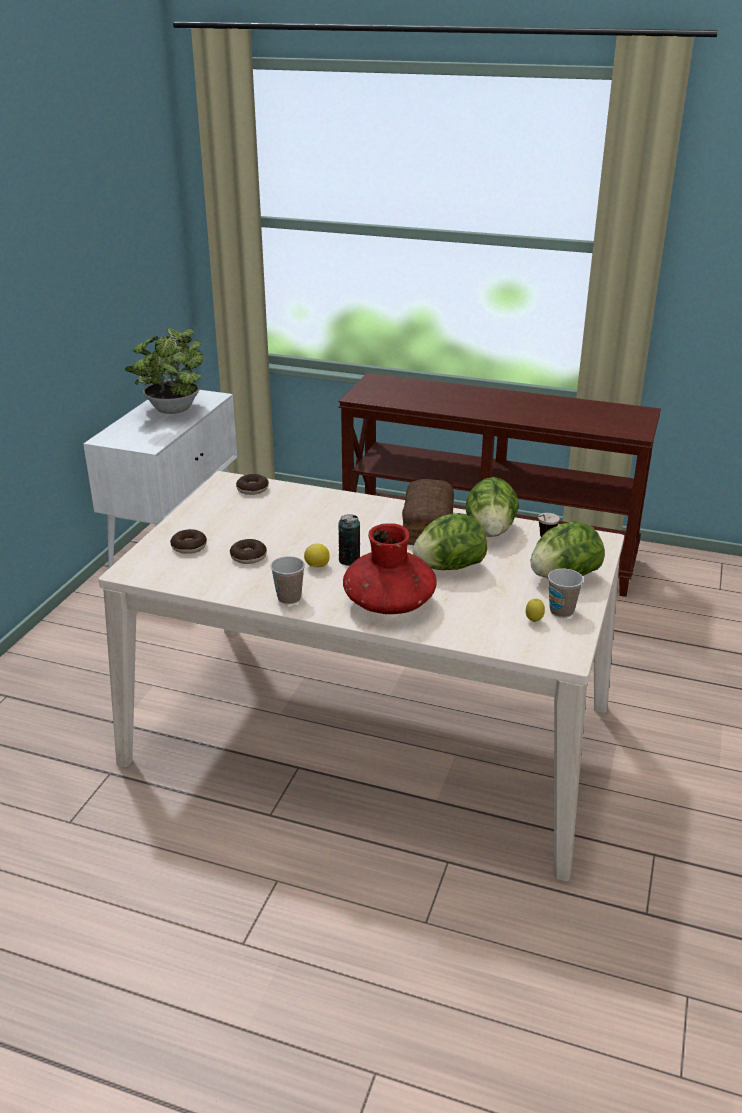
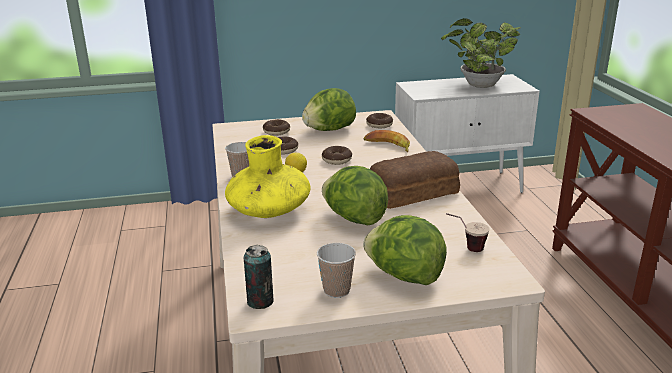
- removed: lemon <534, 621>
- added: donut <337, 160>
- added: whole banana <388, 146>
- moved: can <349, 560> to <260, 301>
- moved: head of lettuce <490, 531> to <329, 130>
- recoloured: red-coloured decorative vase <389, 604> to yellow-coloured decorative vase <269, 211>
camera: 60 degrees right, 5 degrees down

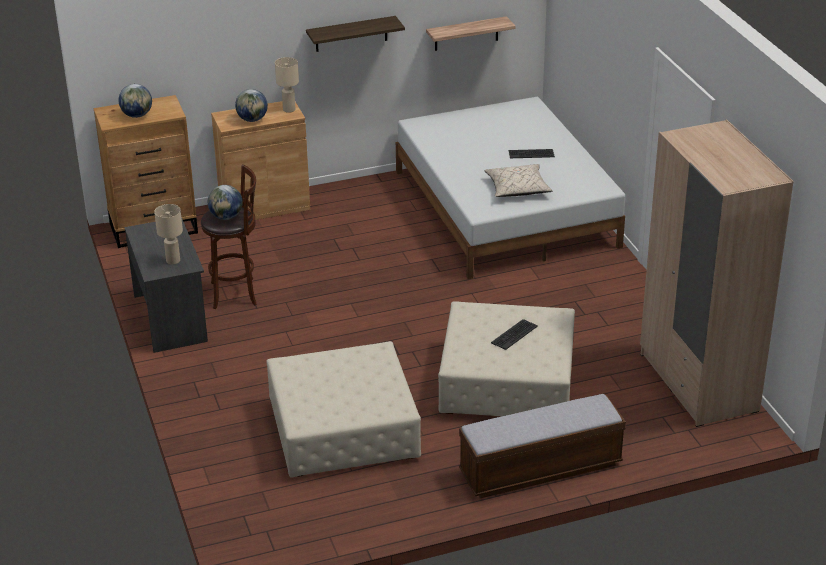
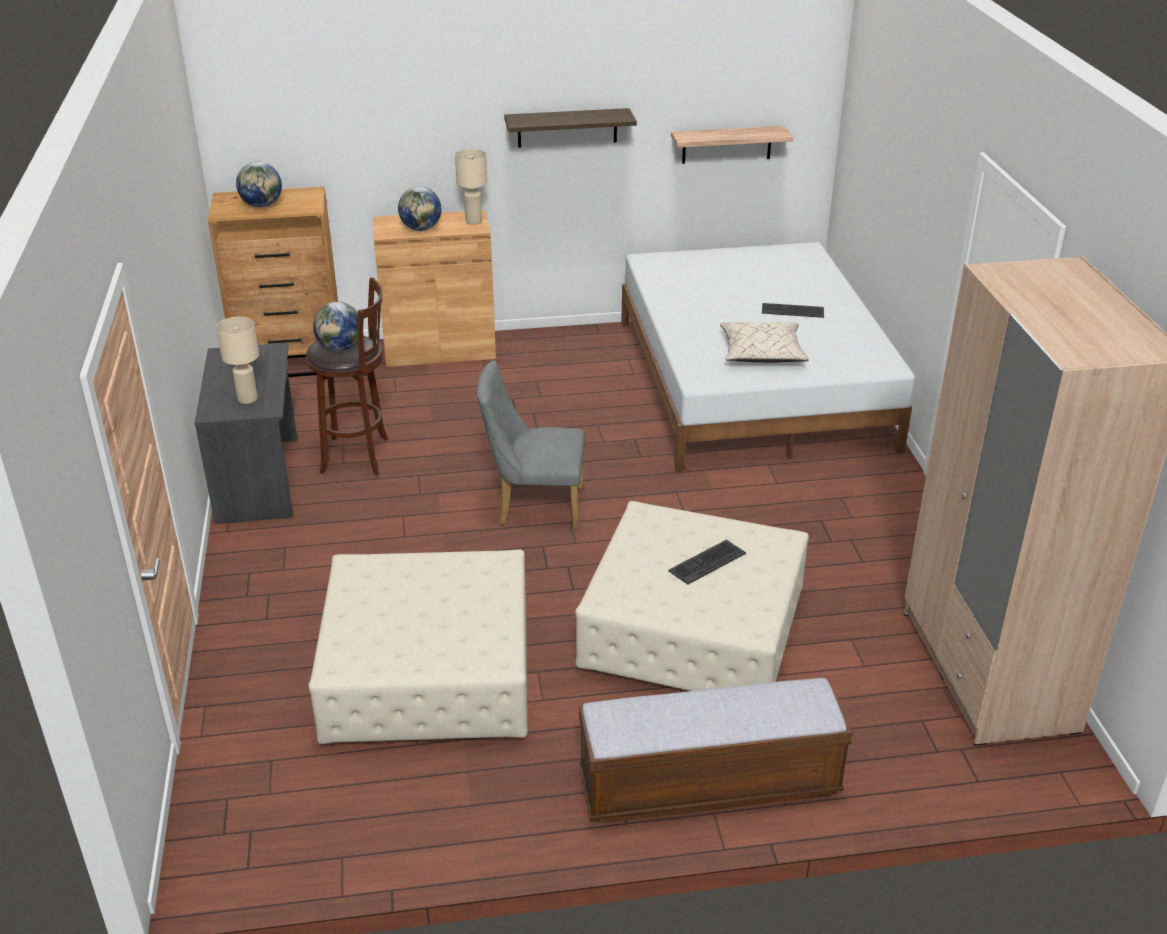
- added: grey chair <533, 506>
camera: 10 degrees right, 0 degrees up

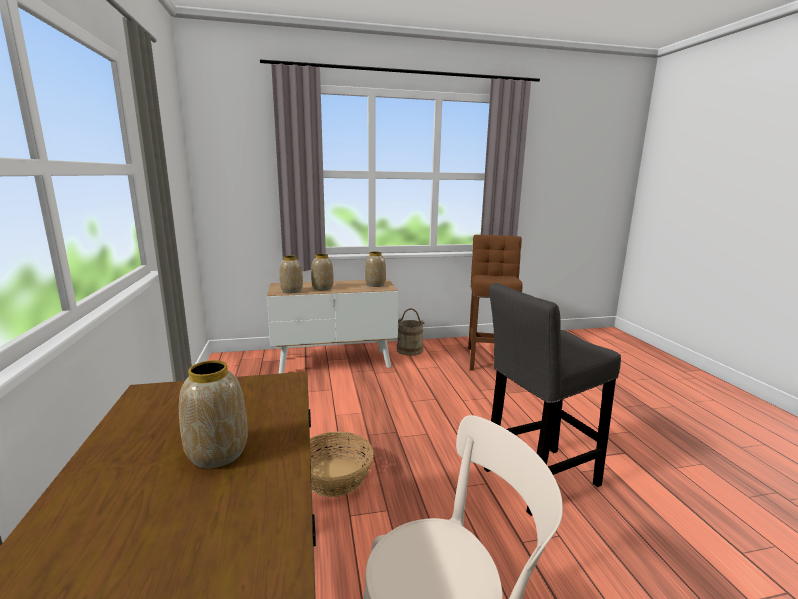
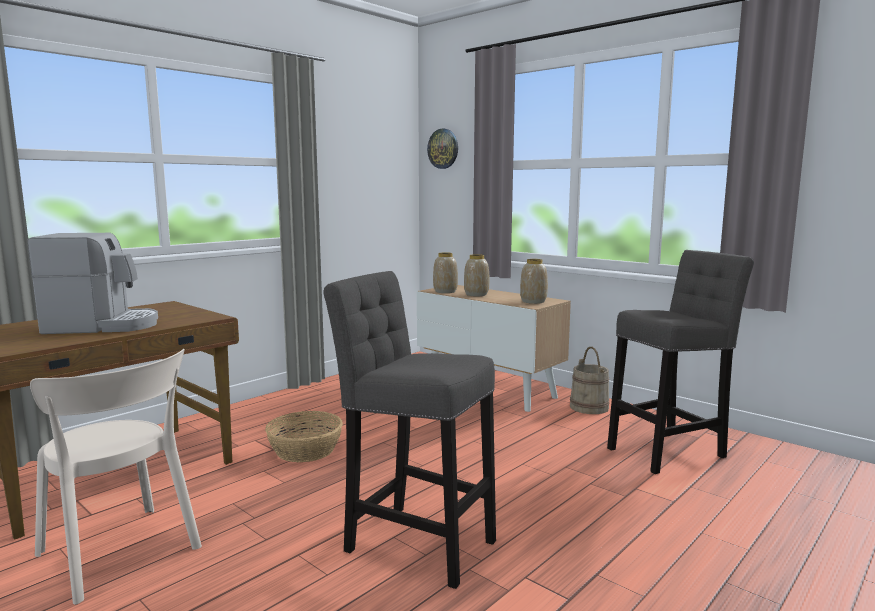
- added: hanging clock <443, 148>
- replaced: decorative vase <216, 454> to coffee maker <103, 326>
- recoloured: brown-coloured stool seat <489, 358> to grey stool seat <670, 451>
camera: 55 degrees right, 5 degrees down

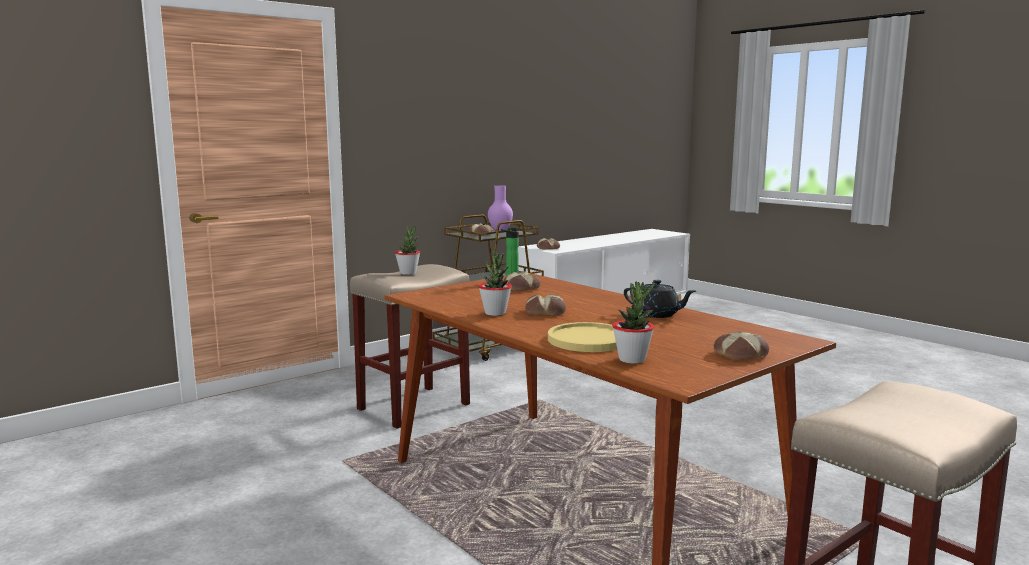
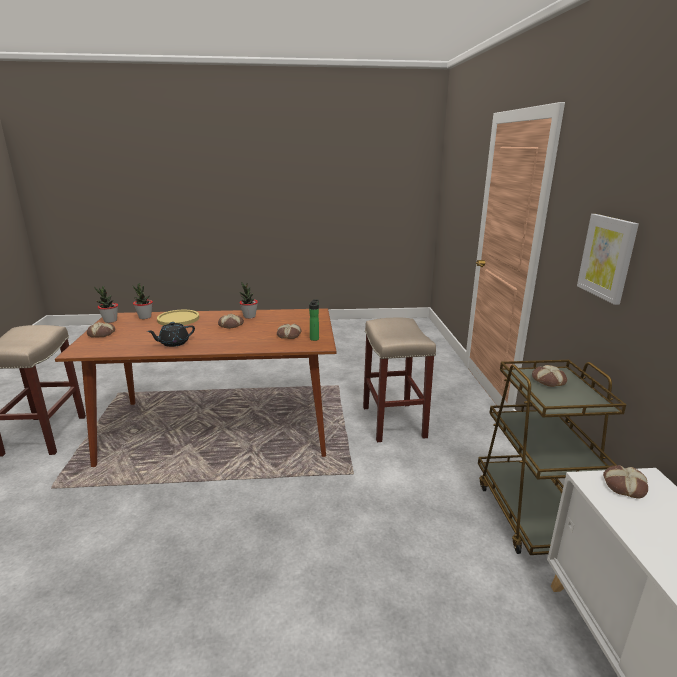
- removed: purple decorative vase <500, 230>
- added: picture <607, 257>
- moved: potted plant <408, 273> to <110, 321>
camera: 125 degrees right, 10 degrees up

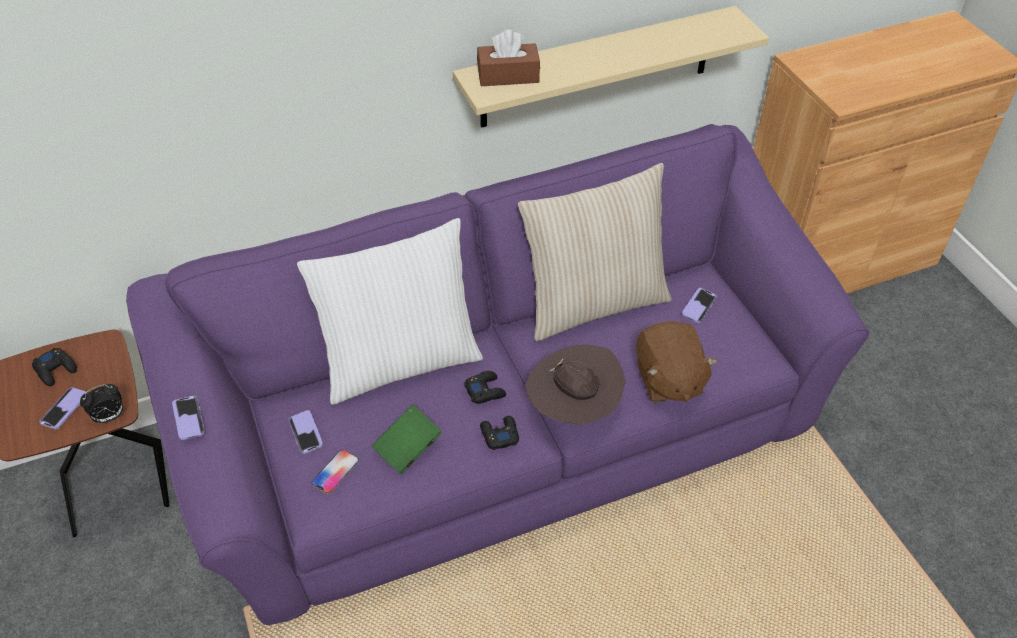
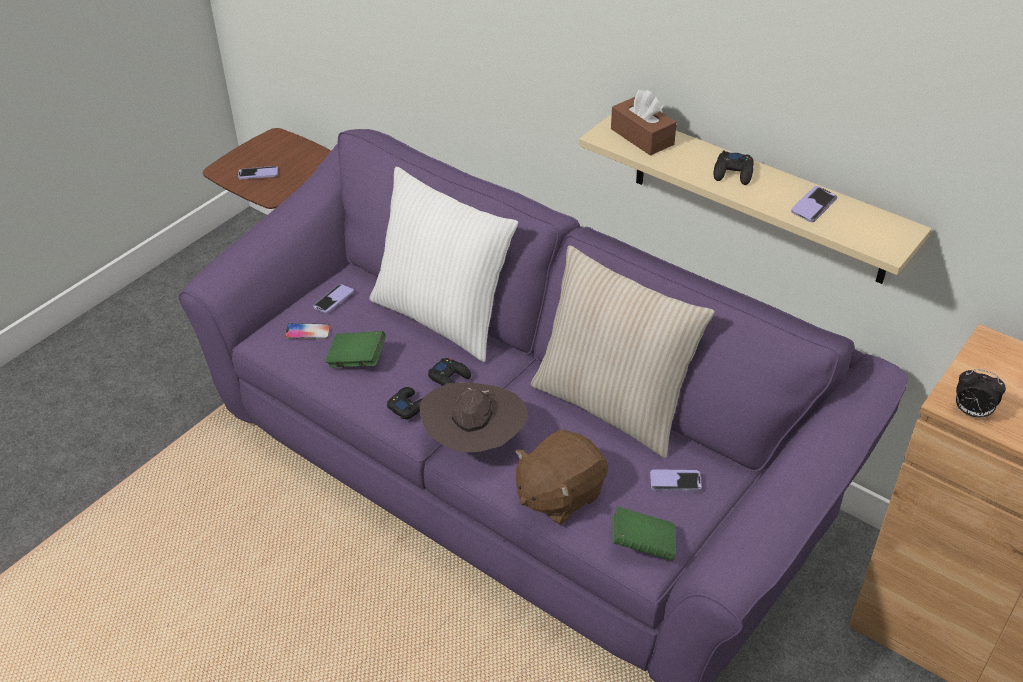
- added: green volume <642, 544>
- moved: black game controller <56, 369> to <733, 173>
- moved: alarm clock <109, 417> to <971, 412>
- moved: handset <188, 419> to <814, 205>
camera: 60 degrees right, 5 degrees down

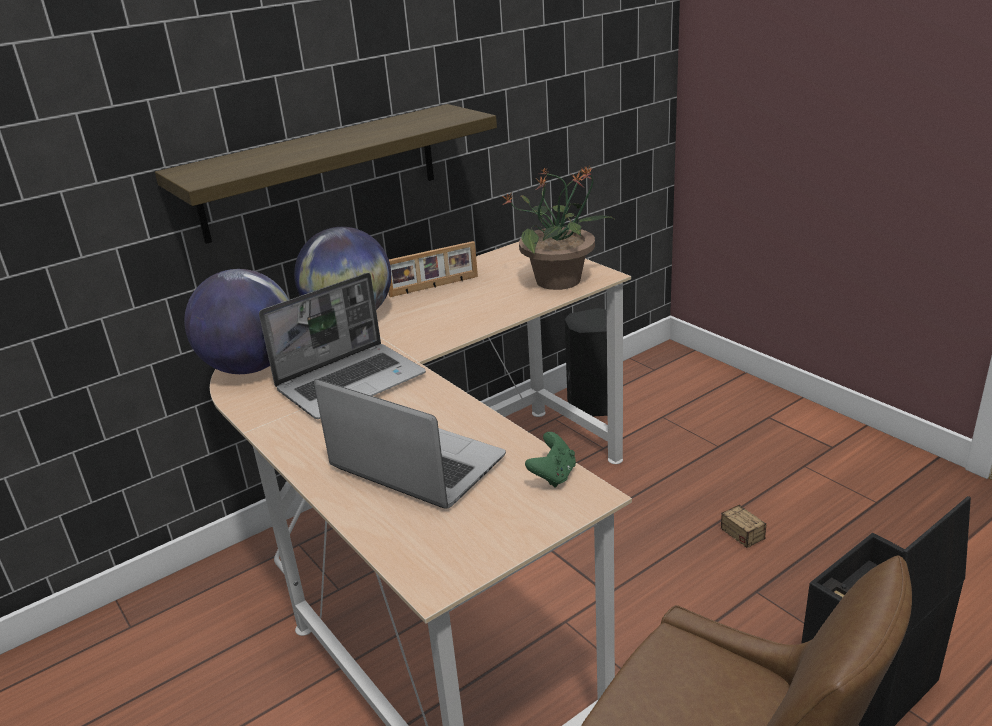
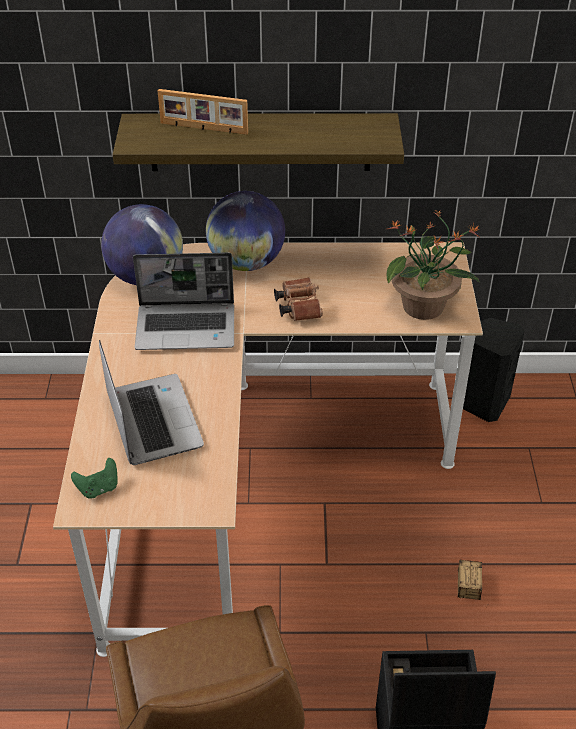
- added: brown-coloured binoculars <298, 306>
- moved: picture frame <434, 286> to <203, 128>
- moved: green game controller <553, 475> to <98, 488>
camera: 35 degrees right, 15 degrees up

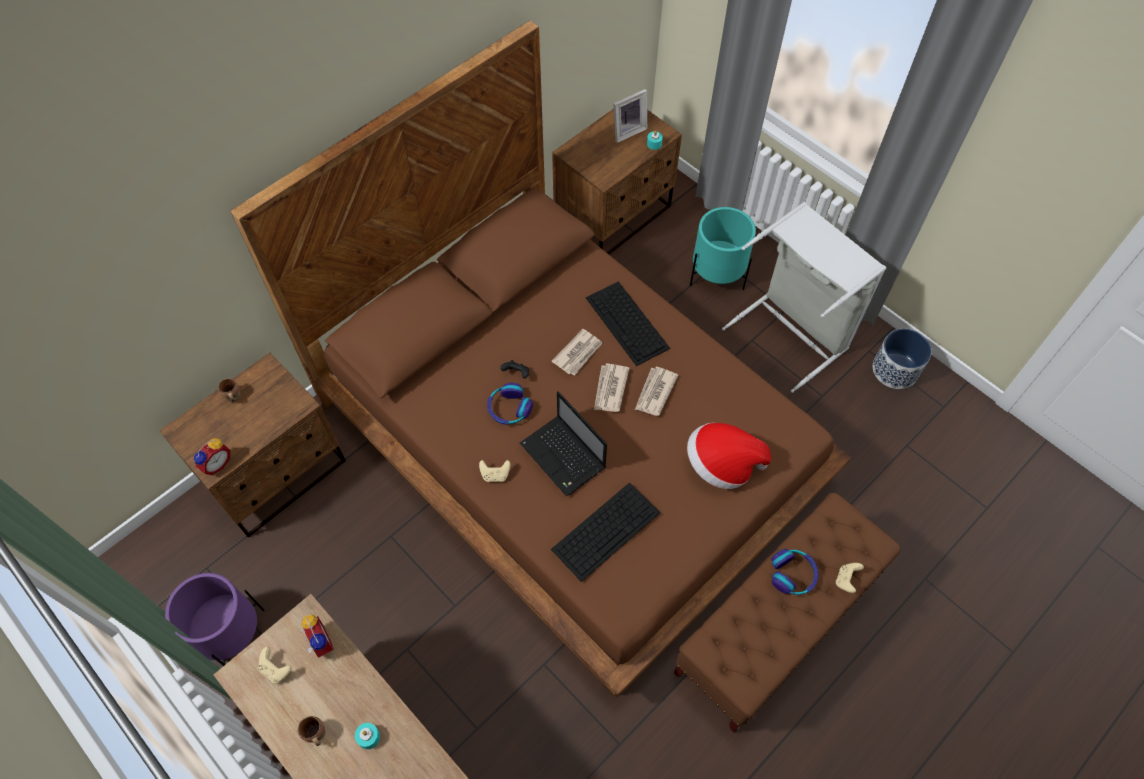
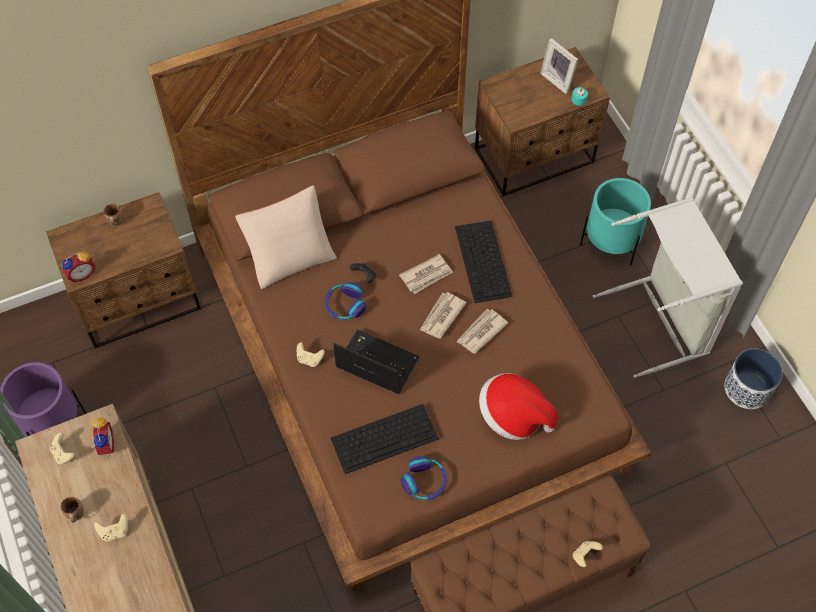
- added: beige cushion <290, 255>
- moved: pair of headphones <793, 574> to <424, 481>
- replaced: blue-green wax light <369, 737> to beige game controller <115, 531>
- turned: notebook computer <564, 457> = <375, 363> 135 degrees clockwise
- turned: picture frame <627, 131> = <558, 79> 60 degrees clockwise
camera: 20 degrees right, 0 degrees up

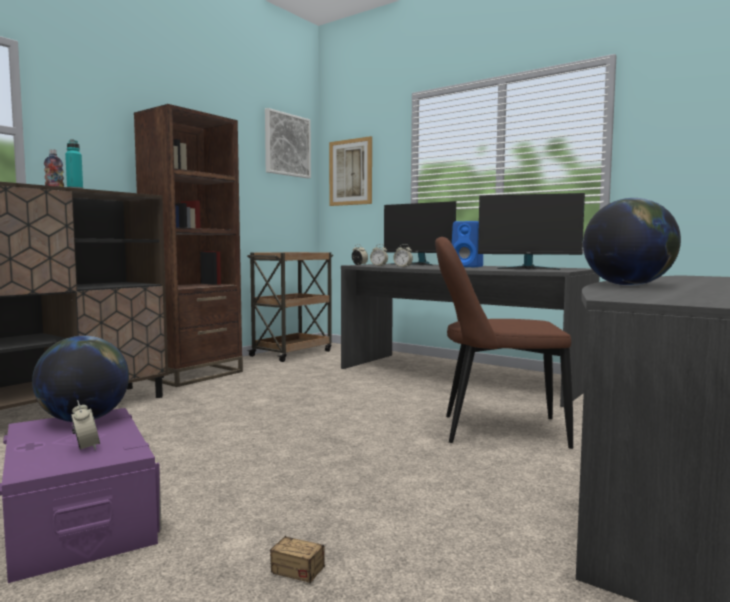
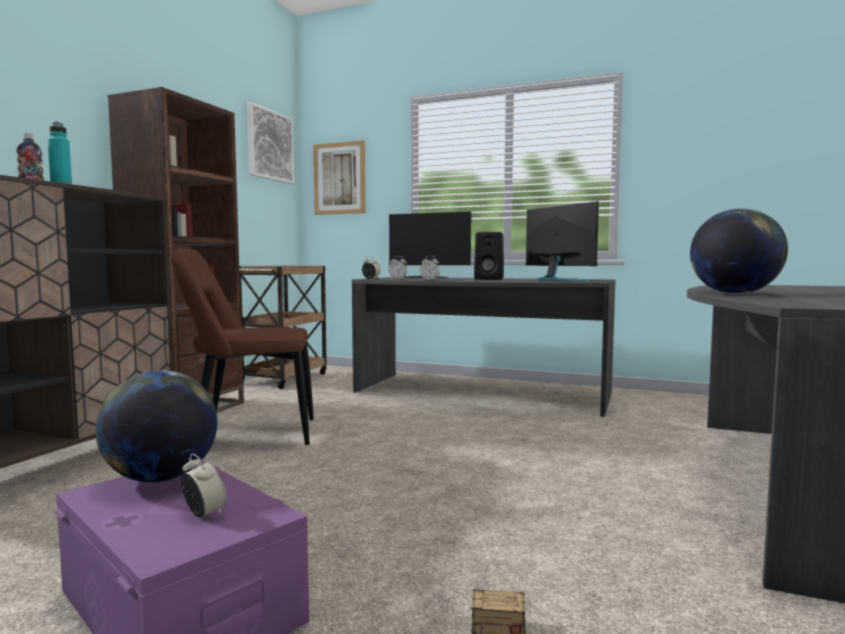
- moved: brown-coloured chair <496, 431> to <249, 435>
- recoloured: blue-coloured speaker <468, 266> to black speaker <490, 279>
- turned: computer display <528, 268> = <556, 280> 120 degrees counterclockwise
camera: 15 degrees left, 0 degrees up

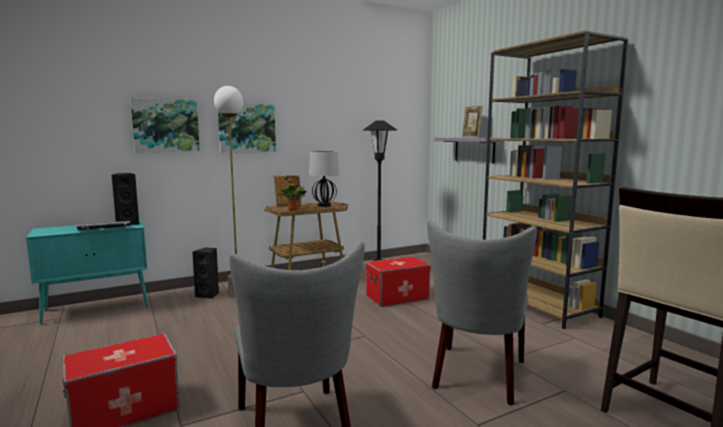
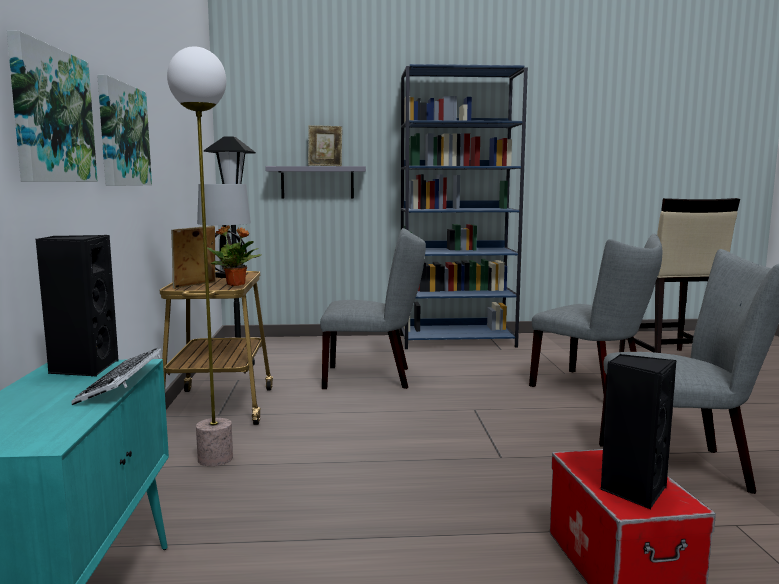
- moved: black speaker <208, 295> to <632, 490>
- replaced: storage box <397, 297> to grey chair <373, 377>
- recoloured: brown-coloured shelving unit <537, 304> to blue-coloured shelving unit <457, 341>
camera: 65 degrees left, 0 degrees up

